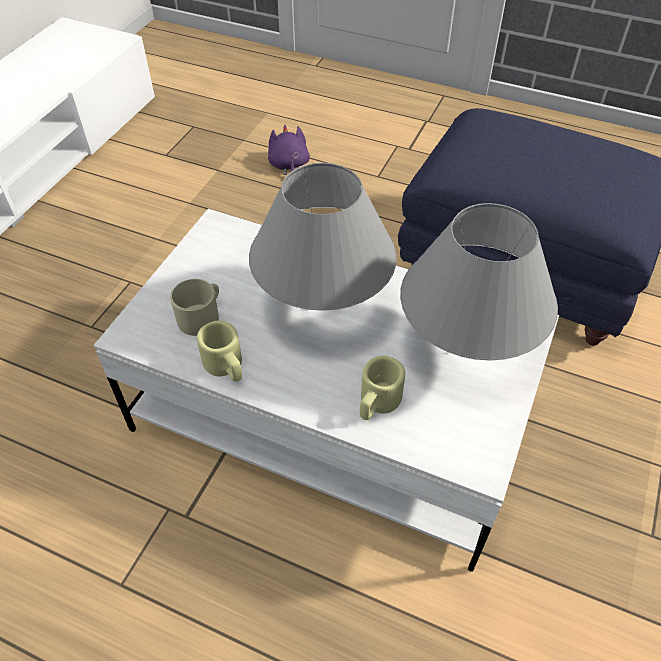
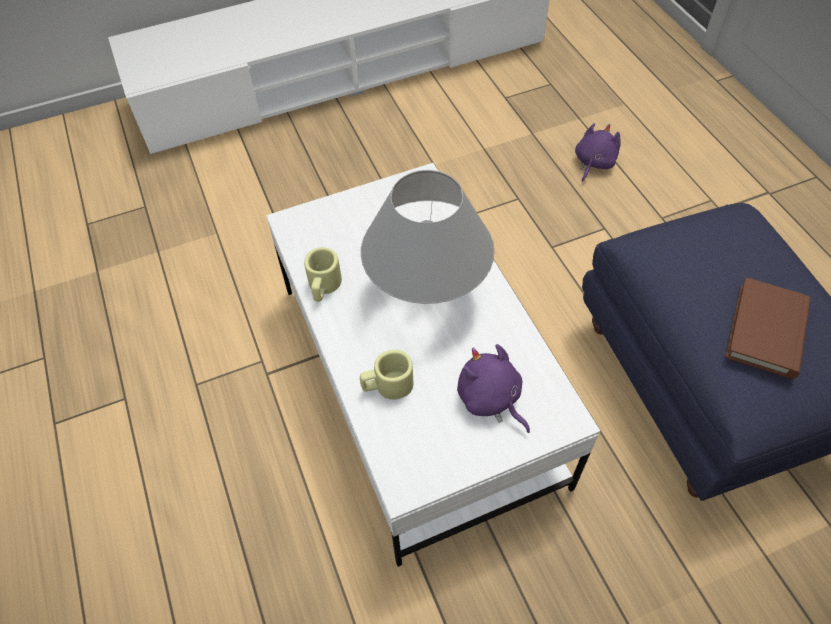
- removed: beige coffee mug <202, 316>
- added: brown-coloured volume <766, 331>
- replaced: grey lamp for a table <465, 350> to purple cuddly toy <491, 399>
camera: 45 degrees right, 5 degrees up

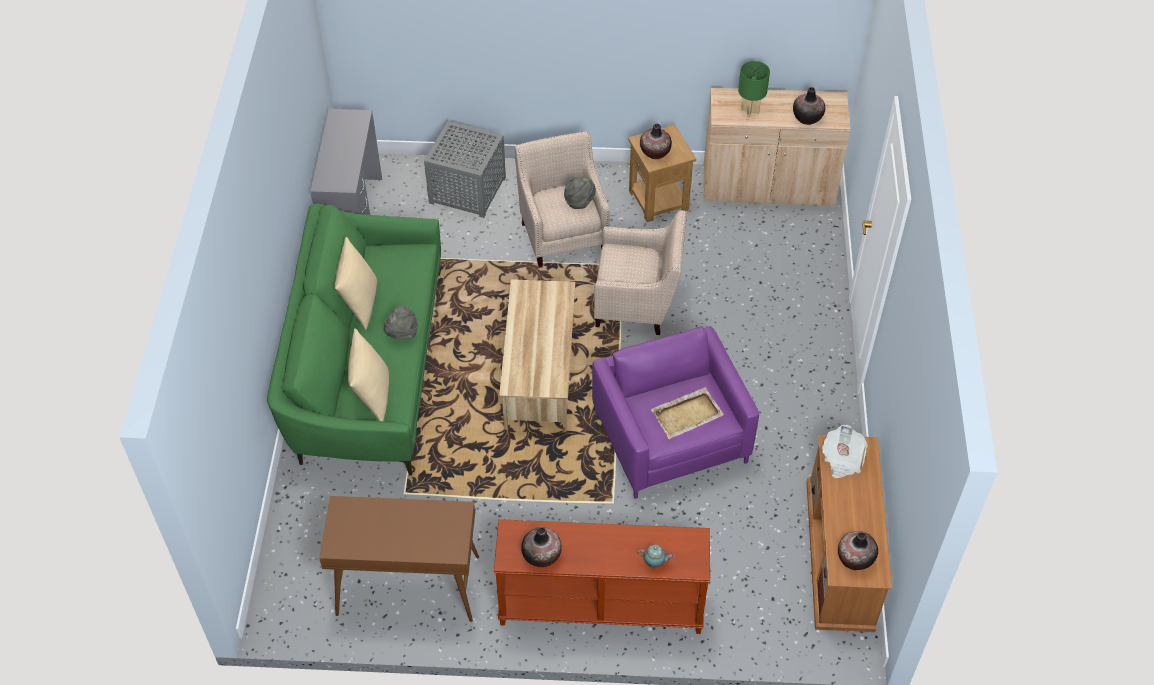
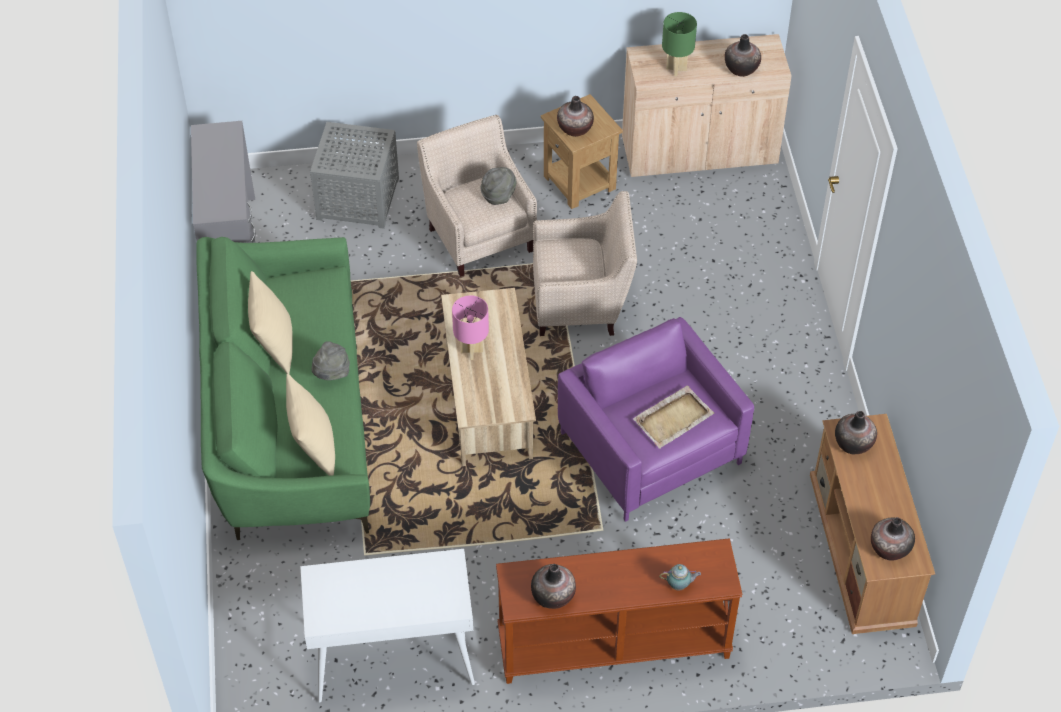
- added: pink lamp for a table <472, 351>
- replaced: printed paper <842, 459> to decorative vase <853, 443>
- recoloured: brown-coloured console table <407, 586> to whitish console table <392, 657>
camera: 10 degrees left, 0 degrees up

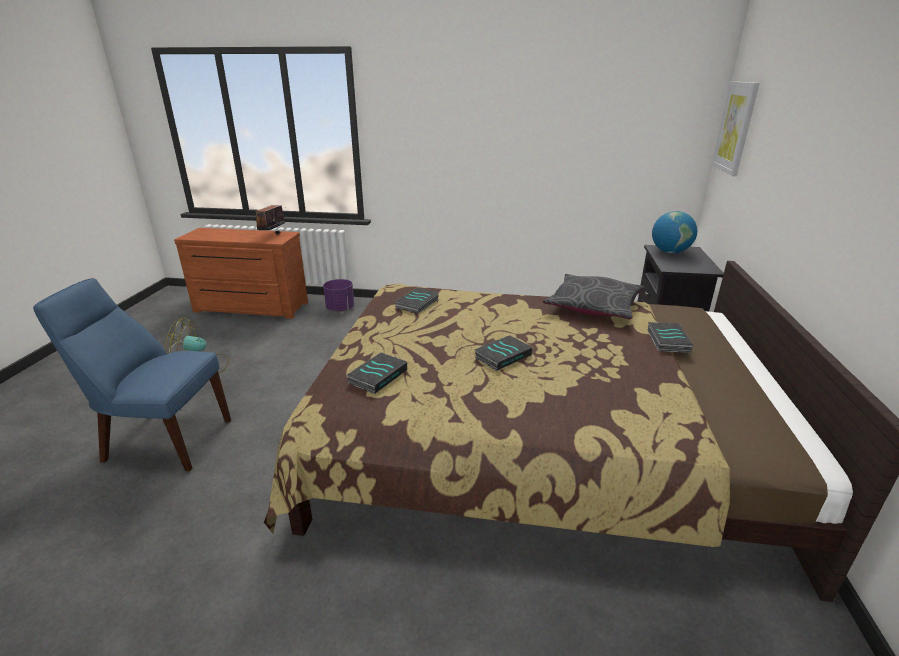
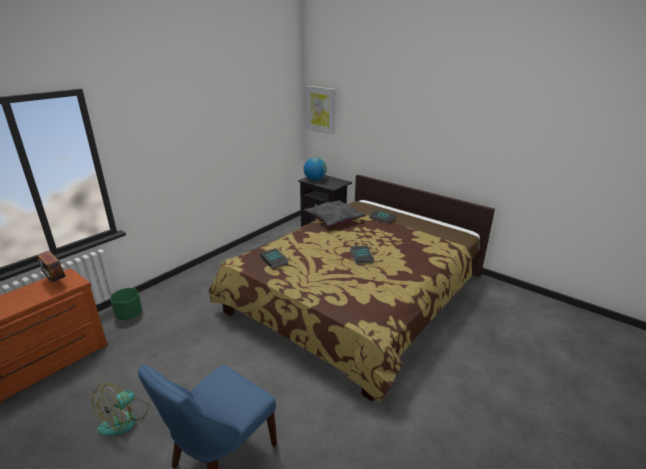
- removed: volume <377, 376>
- recoloured: purple planter <340, 309> to green planter <129, 315>
camera: 60 degrees left, 0 degrees up

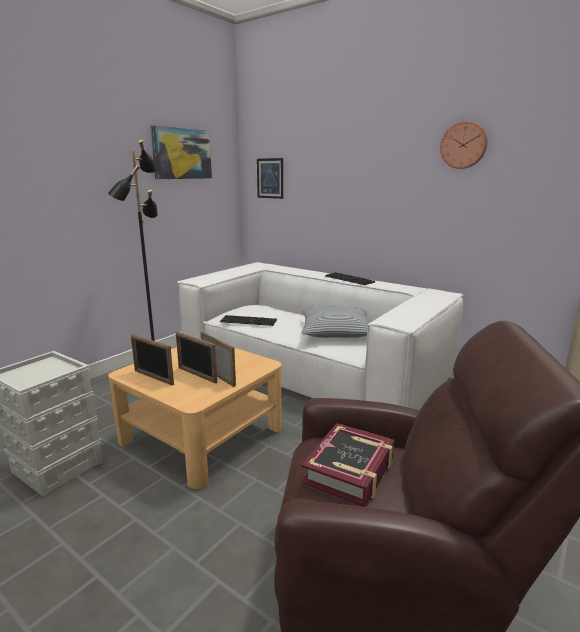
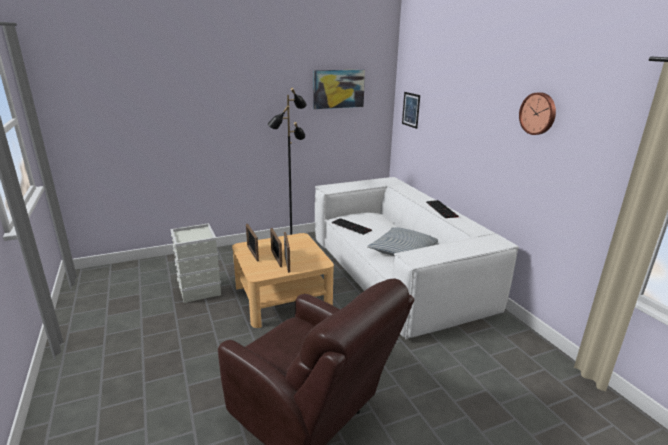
- removed: volume <350, 471>
camera: 30 degrees right, 5 degrees up

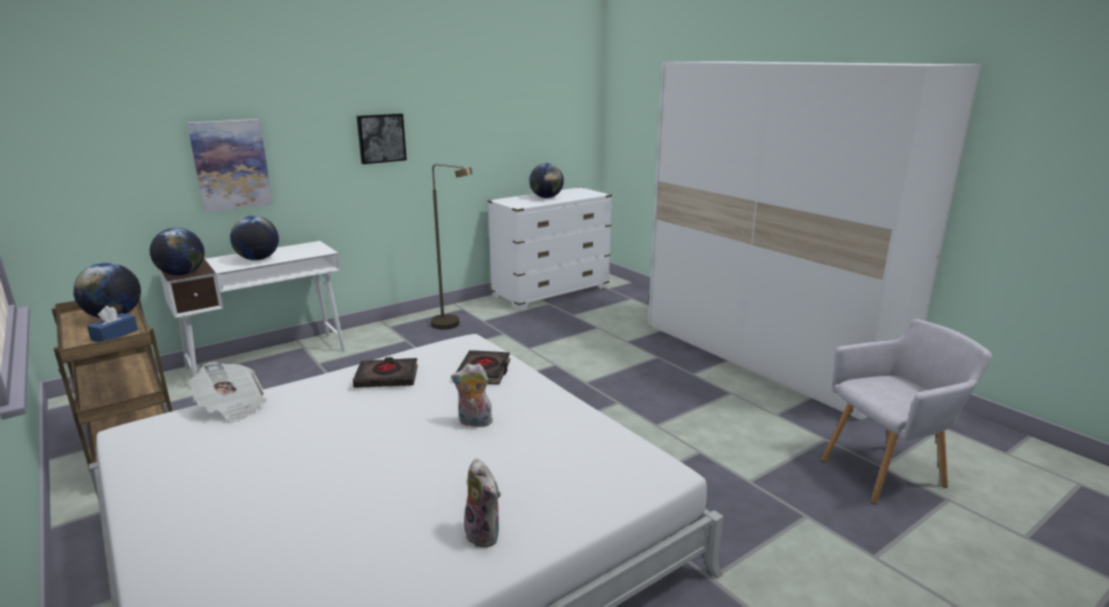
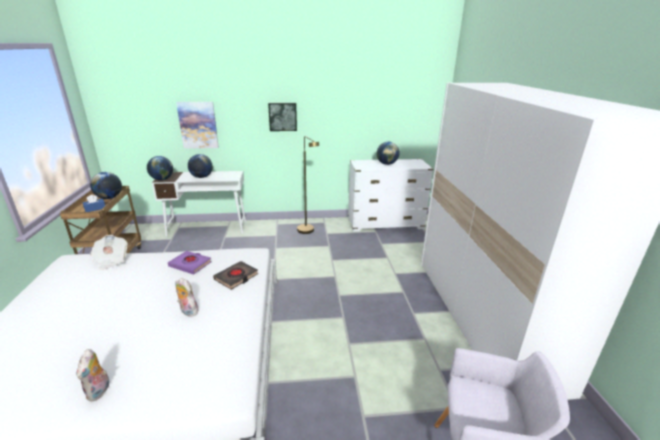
- recoloured: black volume <387, 377> to purple volume <190, 264>
camera: 30 degrees right, 5 degrees up

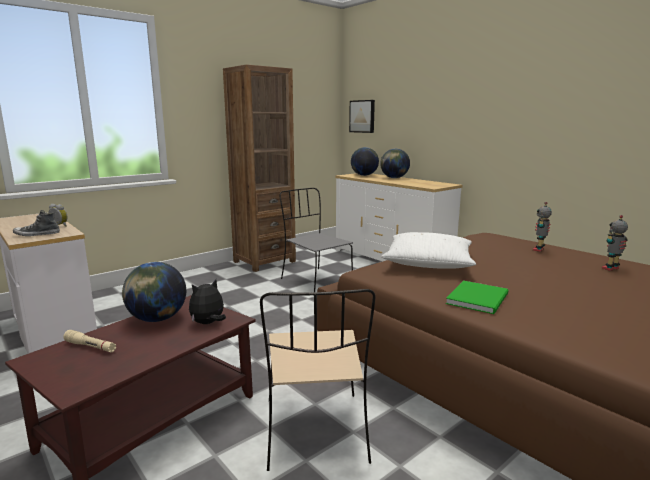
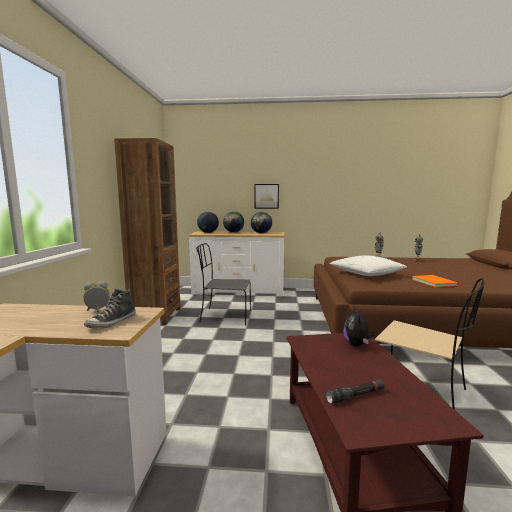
- moved: desk globe <157, 319> to <261, 233>
- moved: picture <362, 116> to <266, 196>
- recoloured: beige torch <90, 347> to black torch <356, 396>
- recoloured: green volume <479, 298> to orangey volume <433, 282>
camera: 45 degrees left, 5 degrees down

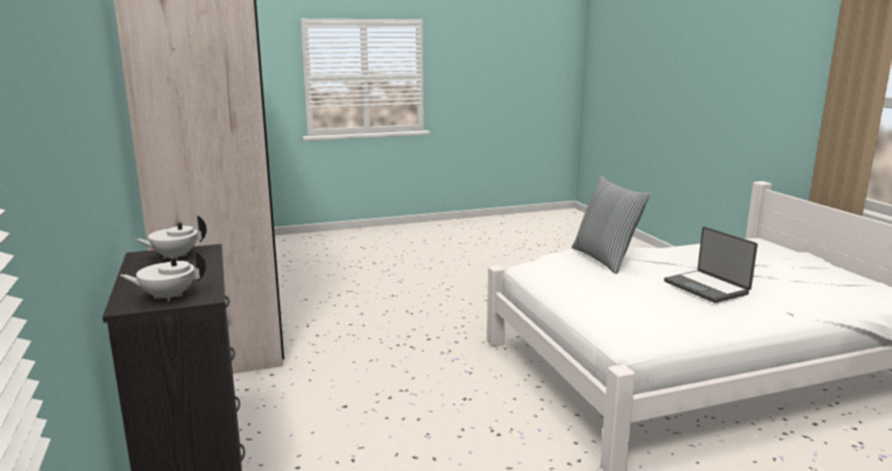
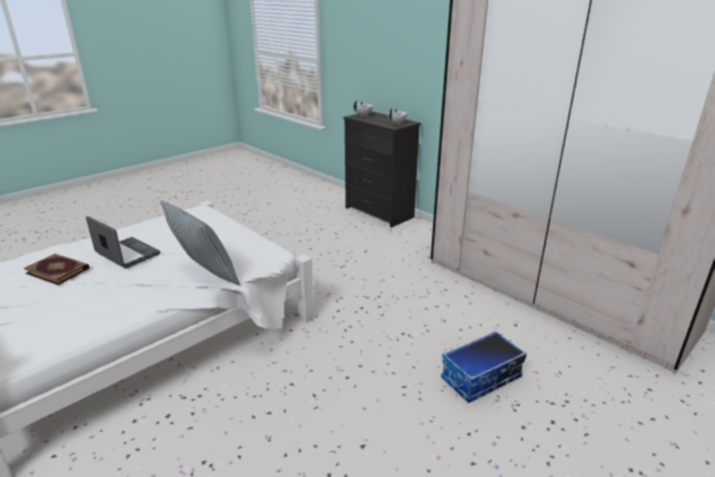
- added: volume <58, 270>
- added: storage box <481, 379>
camera: 155 degrees right, 10 degrees up

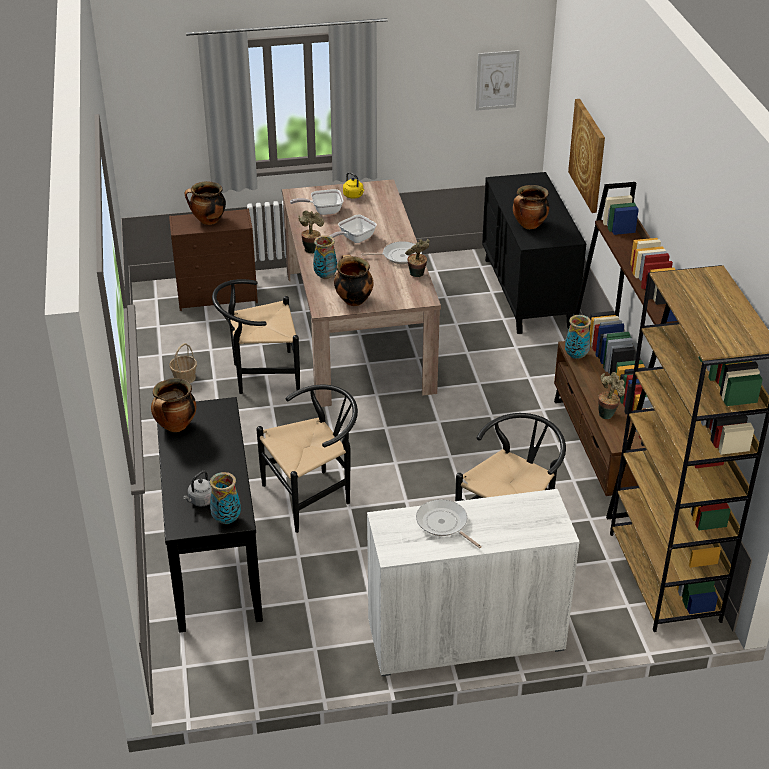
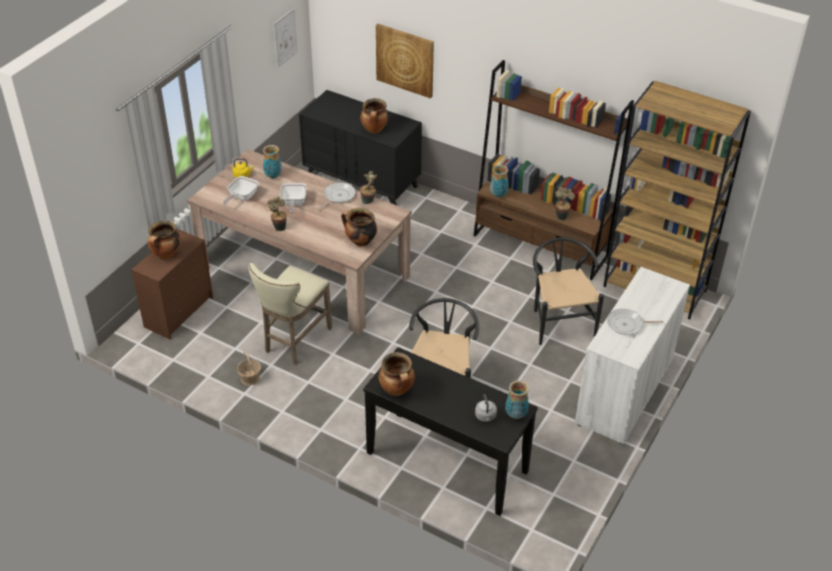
- moved: decorative vase <326, 276> to <273, 176>
- replaced: black chair <260, 375> to beige stool seat <294, 341>
camera: 50 degrees left, 5 degrees up

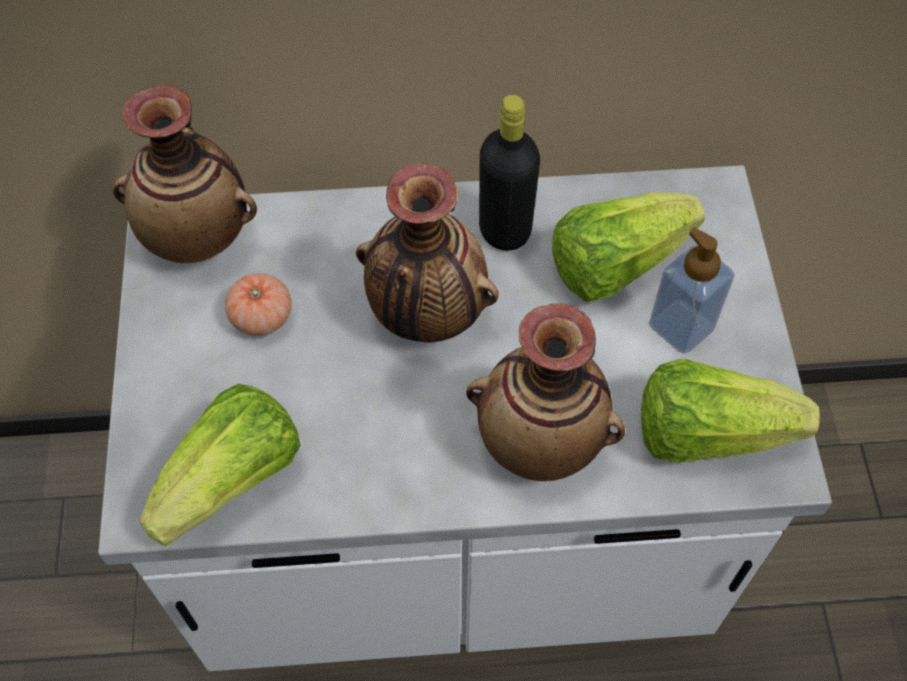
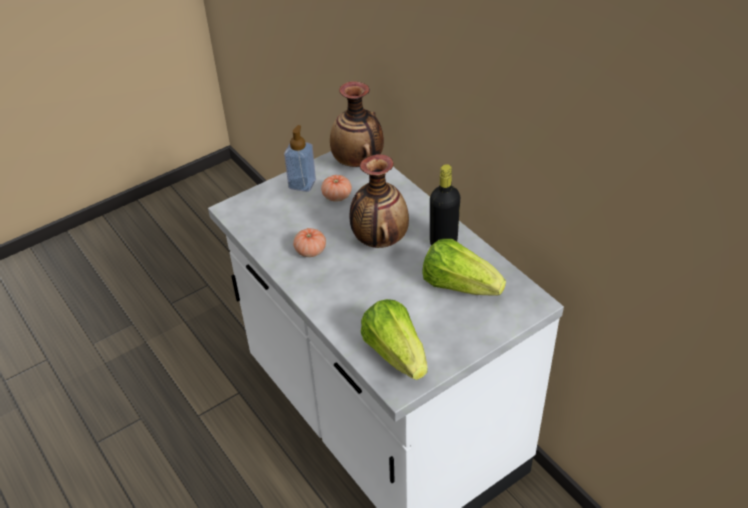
- removed: head of lettuce <233, 480>
- removed: decorative vase <540, 441>
- added: fresh tomato <310, 251>
- moved: liquid soap bottle <681, 326> to <302, 184>
camera: 60 degrees right, 15 degrees down

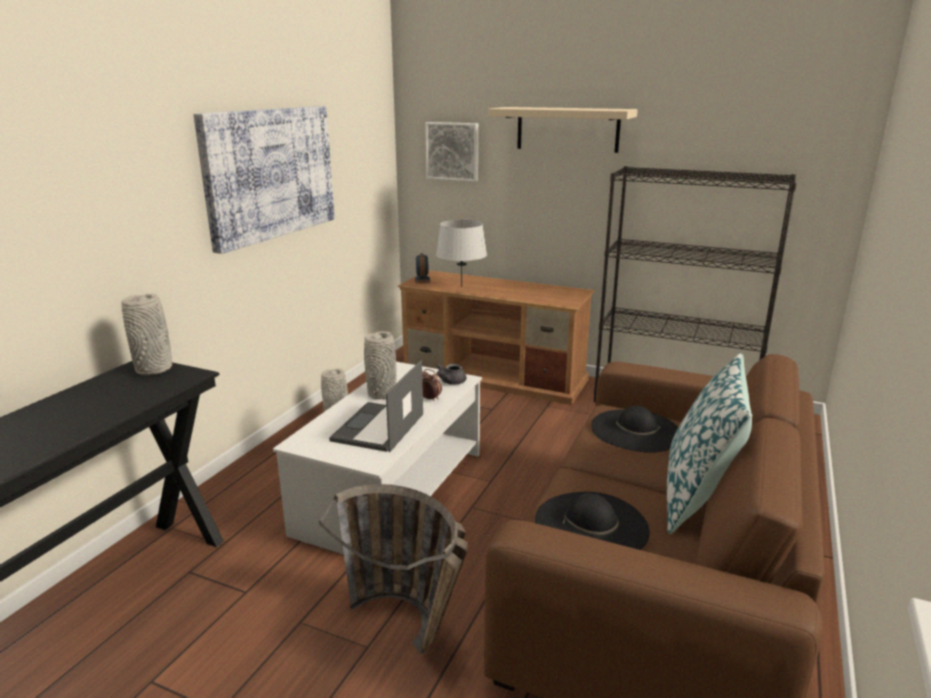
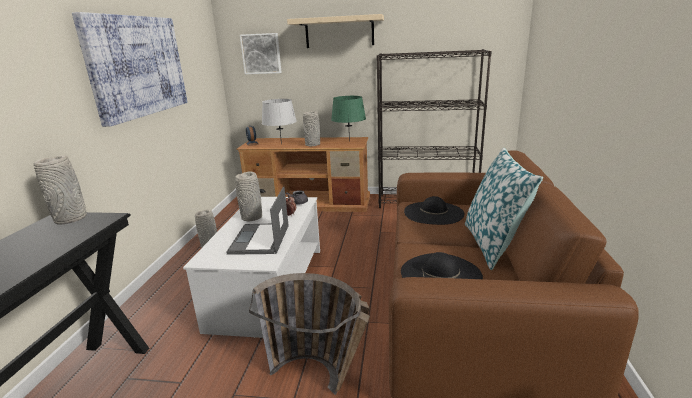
- added: grey decorative vase <312, 144>
- added: green lamp for a table <349, 141>
camera: 15 degrees left, 0 degrees up

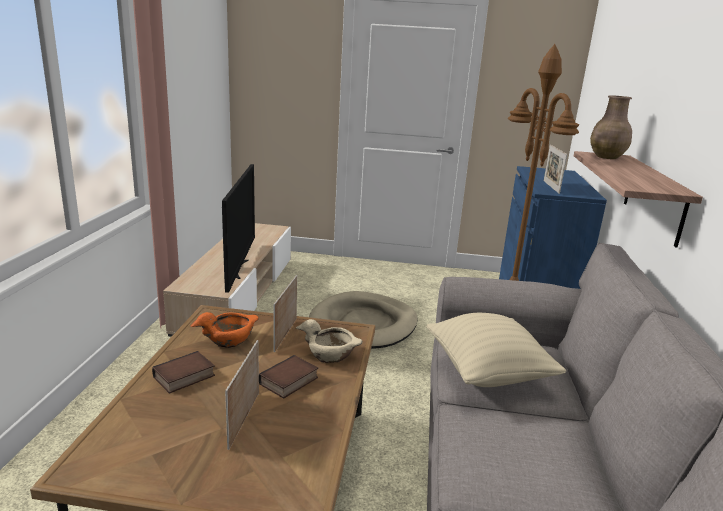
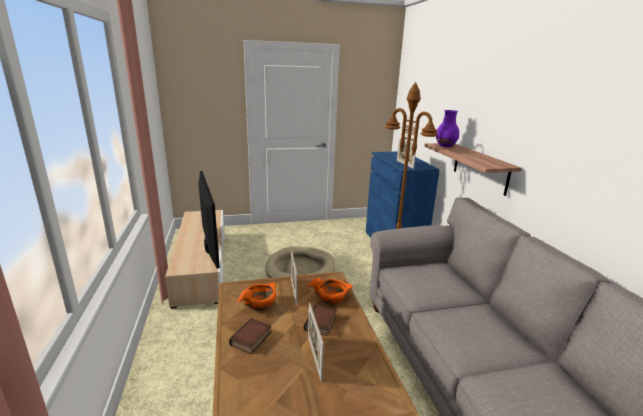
- removed: beige cushion <487, 373>
- recoloured: beige serving bowl <331, 354> to orangey serving bowl <331, 298>
- recoloured: brown-coloured decorative vase <607, 157> to purple decorative vase <446, 146>
camera: 20 degrees left, 0 degrees up

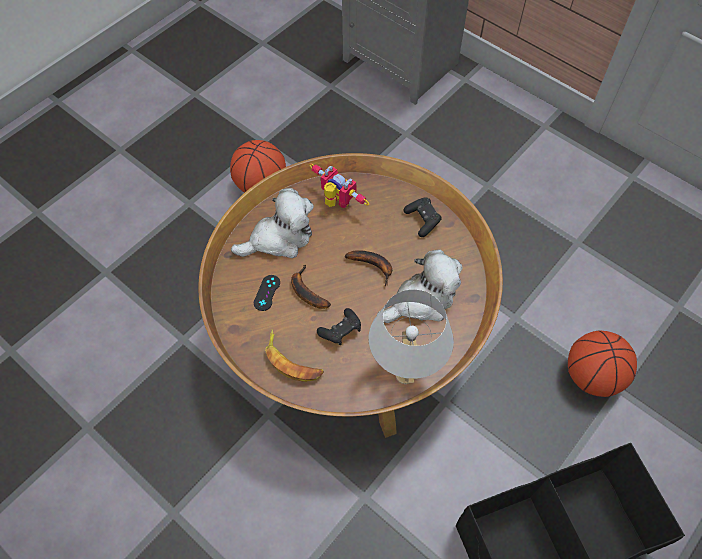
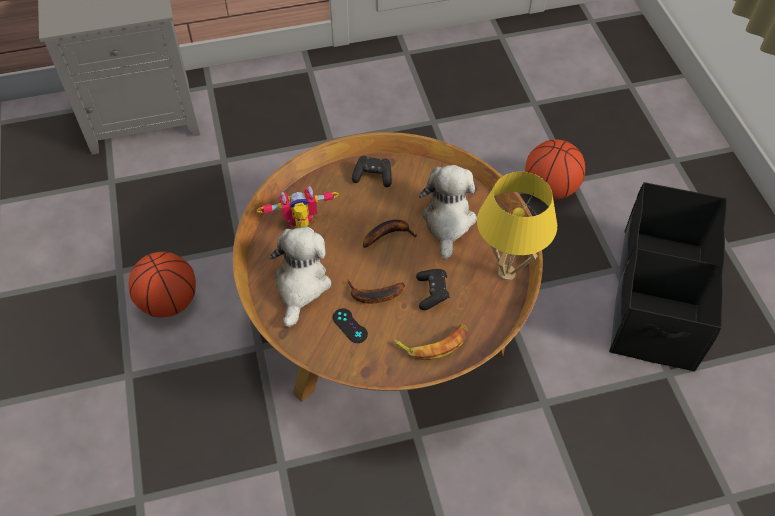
- recoloured: whitish lamp for a table <404, 376> to yellow-coloured lamp for a table <507, 273>
camera: 55 degrees left, 5 degrees down

